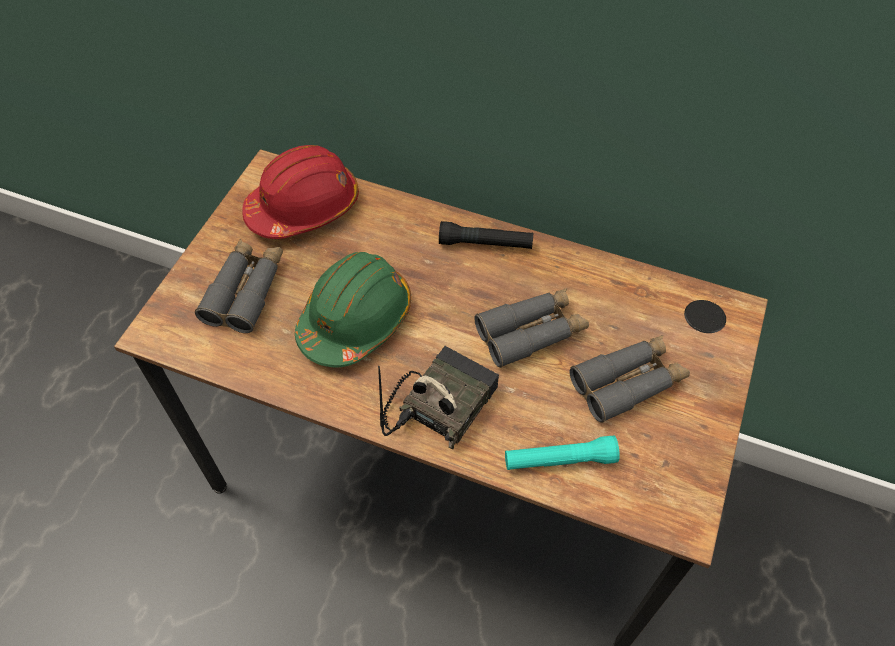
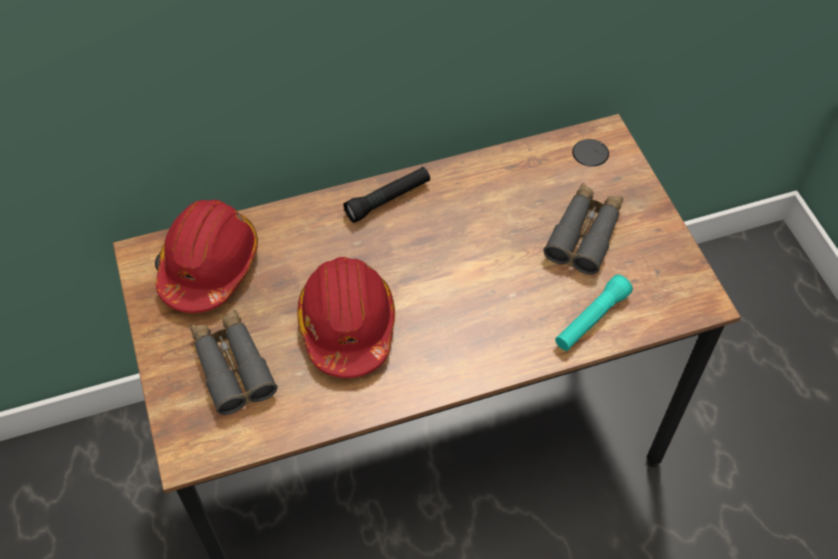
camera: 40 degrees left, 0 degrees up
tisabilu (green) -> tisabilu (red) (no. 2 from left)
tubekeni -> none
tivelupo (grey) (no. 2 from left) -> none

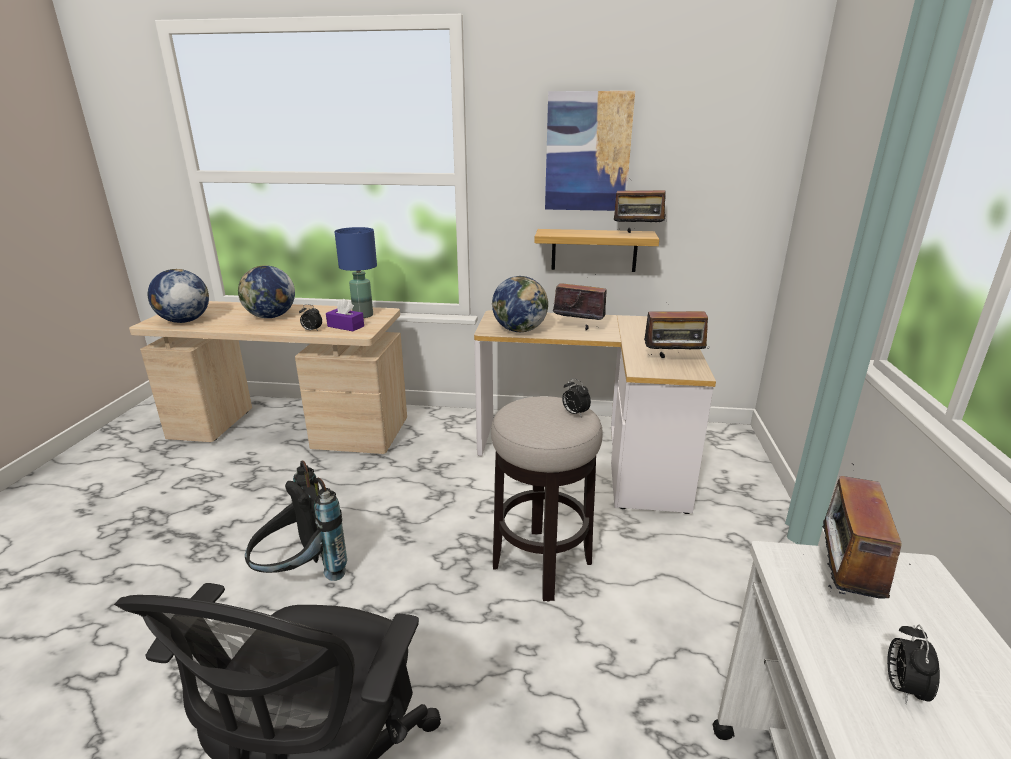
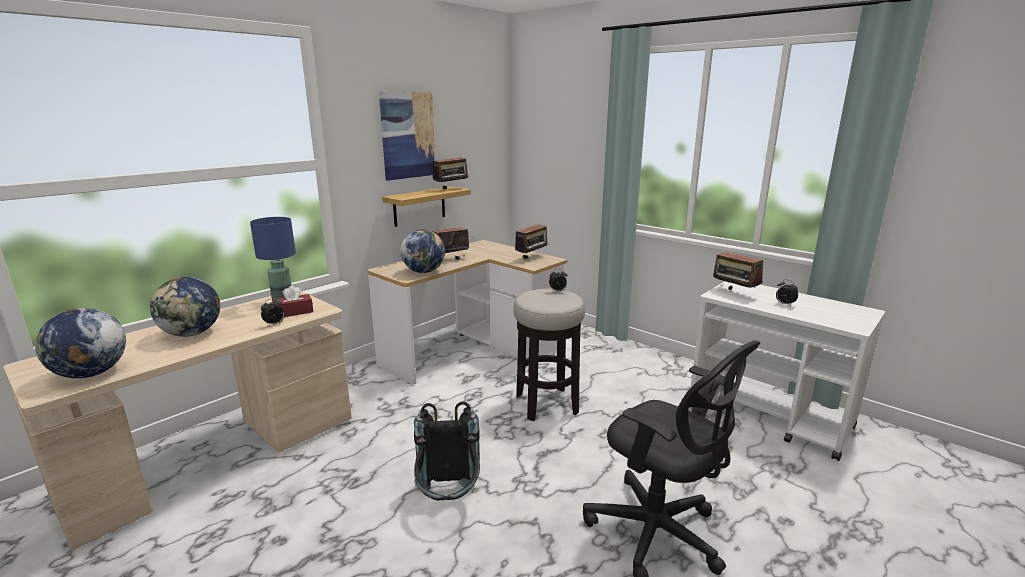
camera: 55 degrees left, 5 degrees down
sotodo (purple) -> sotodo (red)

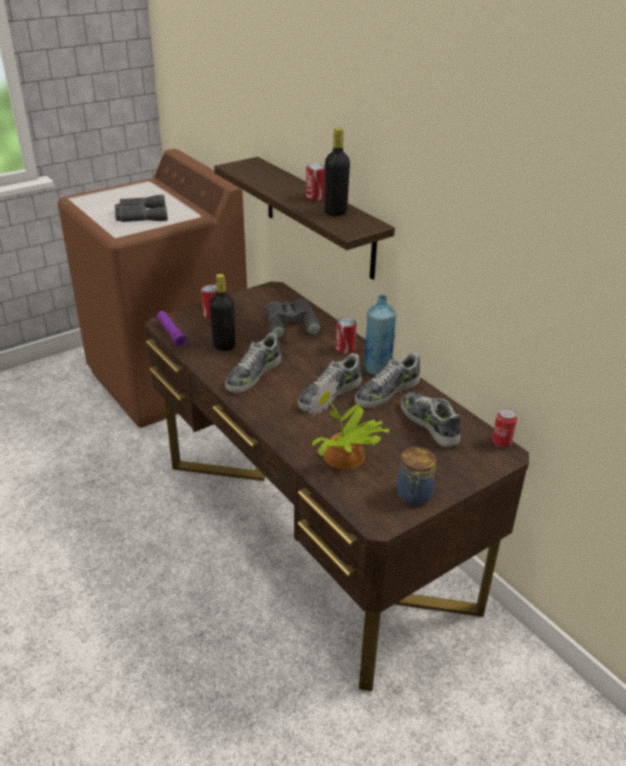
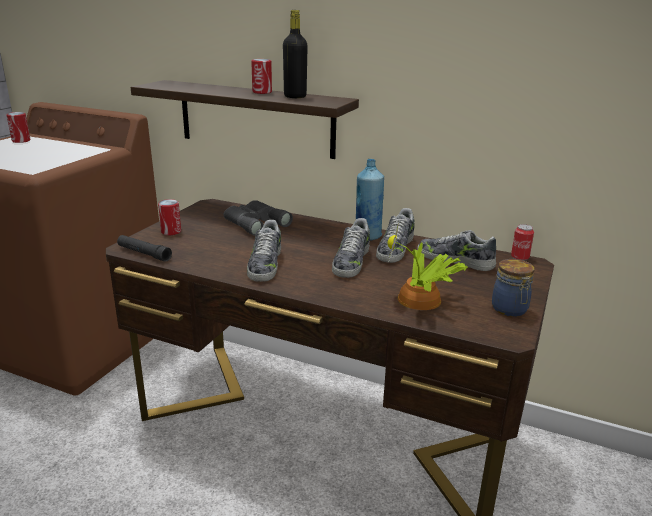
camera: 30 degrees left, 10 degrees down
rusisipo (no. 3 from left in the first image) -> rusisipo (no. 1 from left), shifted
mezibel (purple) -> mezibel (black)
tivelupo (grey) (no. 1 from left) -> none
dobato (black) (no. 1 from left) -> none

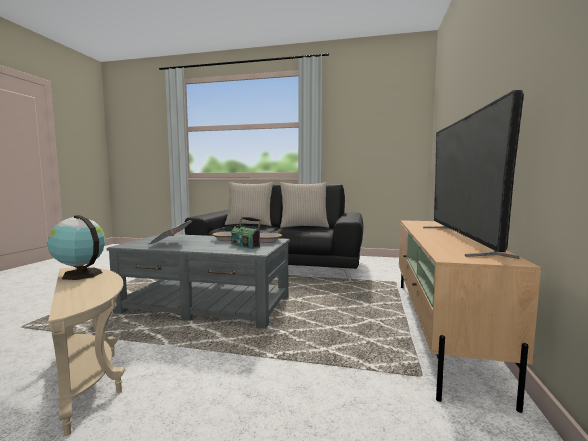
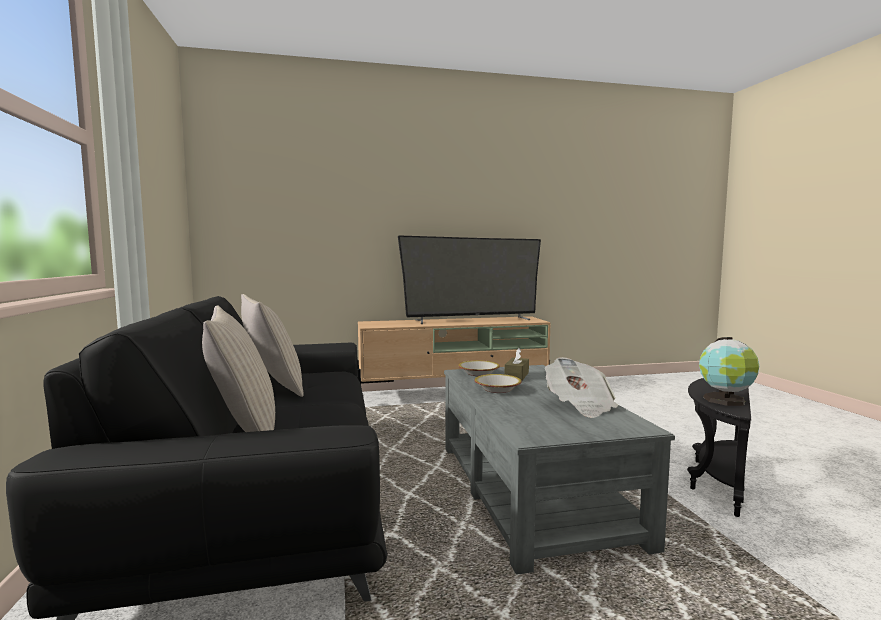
camera: 115 degrees left, 0 degrees up
tubekeni -> sotodo (brown)
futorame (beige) -> futorame (black)

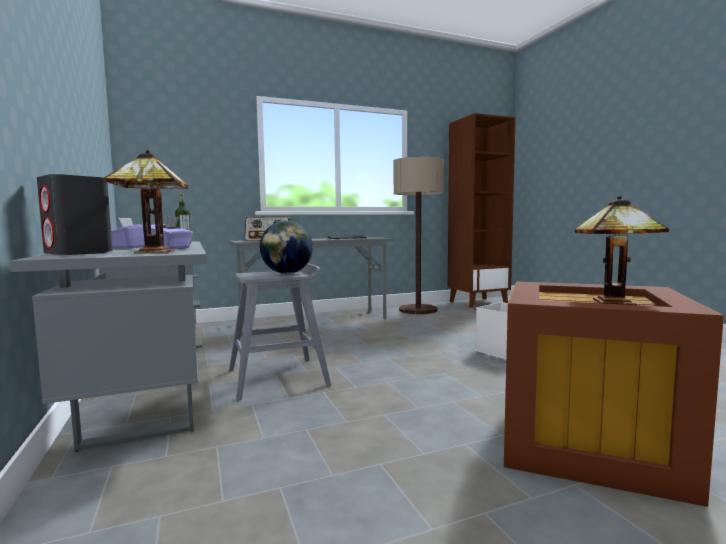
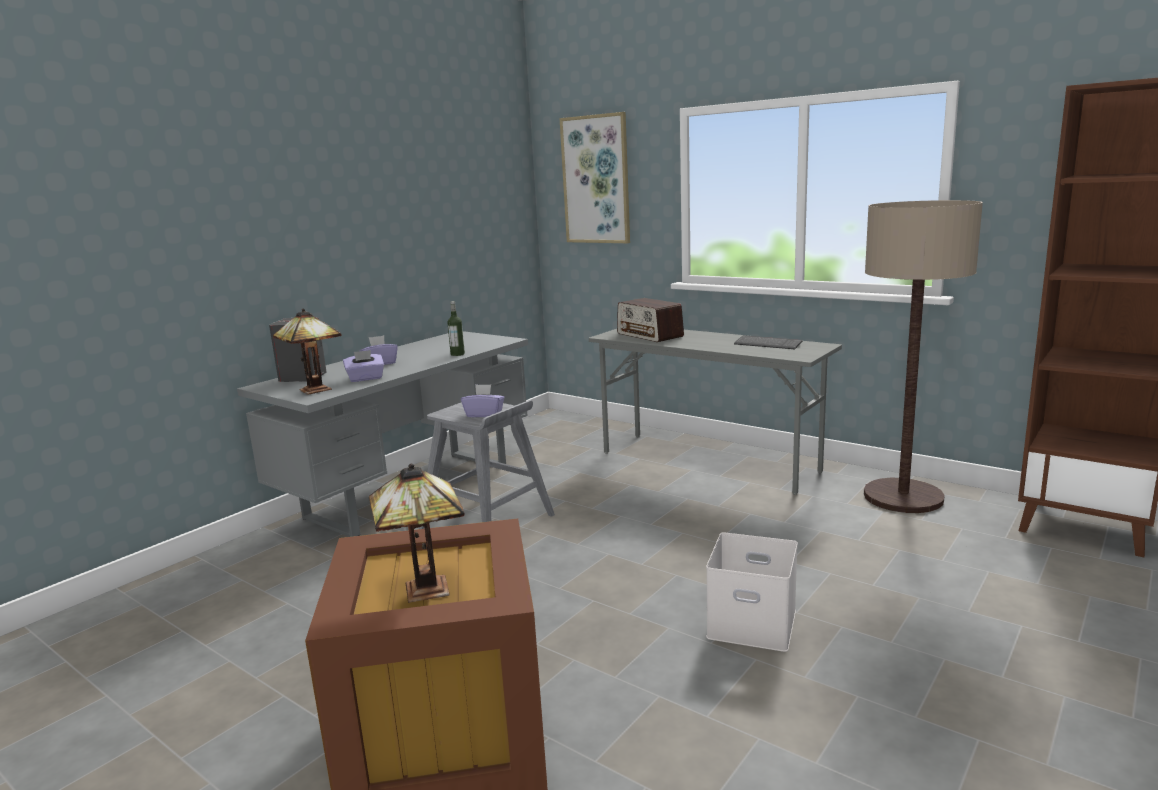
camera: 60 degrees right, 10 degrees up
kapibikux -> sotodo (purple) (no. 3 from left)
none -> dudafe

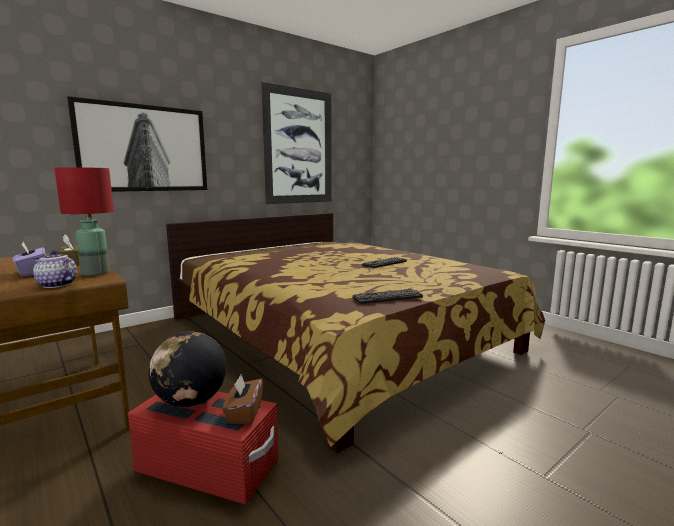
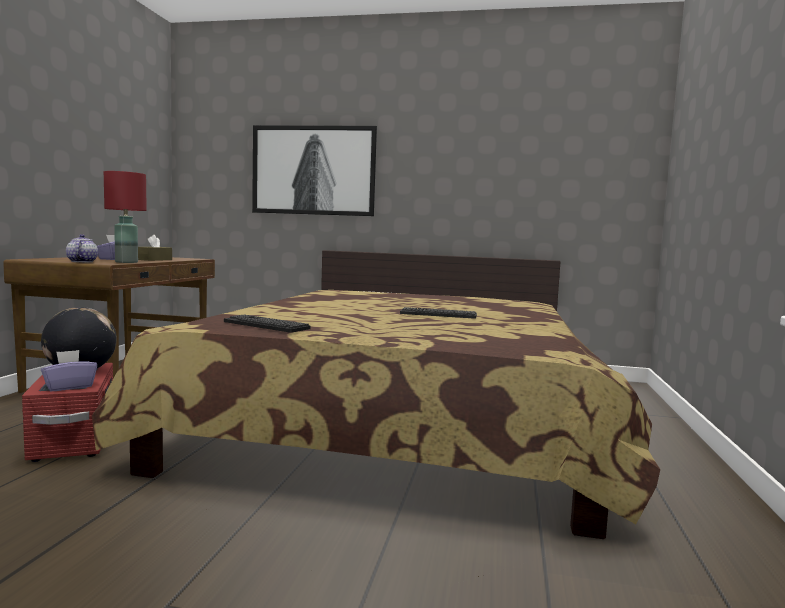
camera: 50 degrees right, 5 degrees down
sotodo (brown) (no. 2 from left) -> sotodo (purple) (no. 1 from left)
dudafe (no. 2 from left) -> none

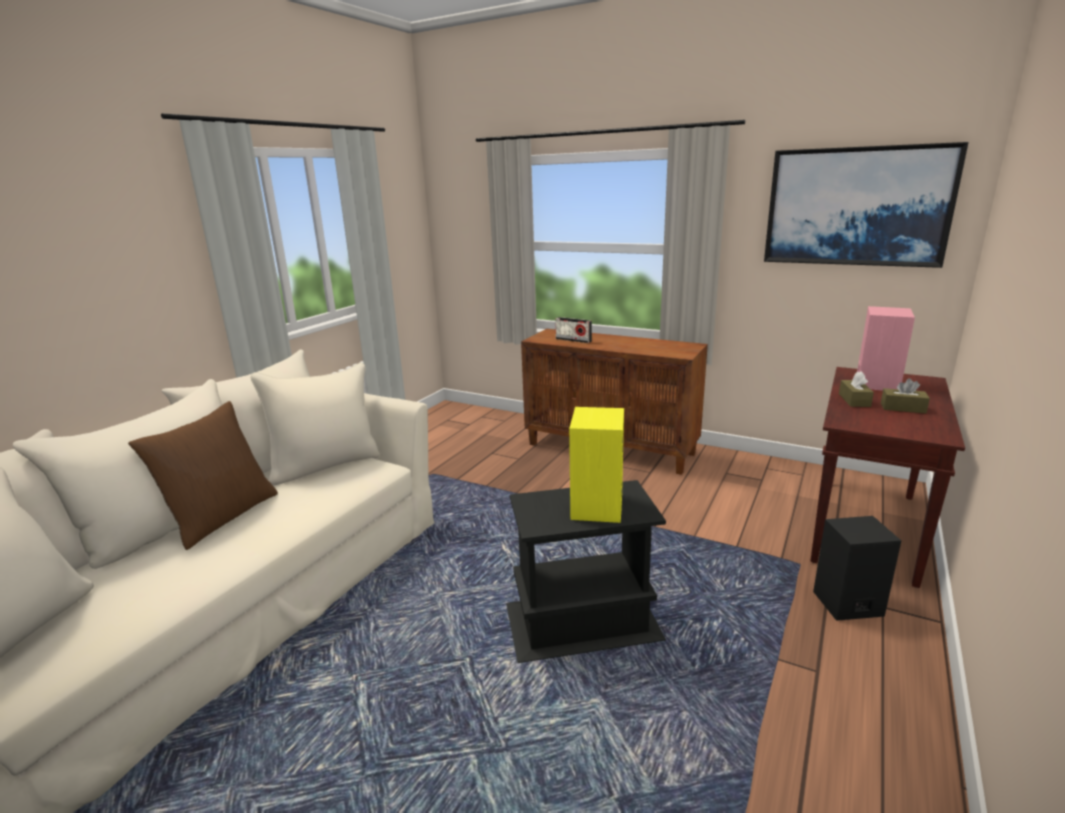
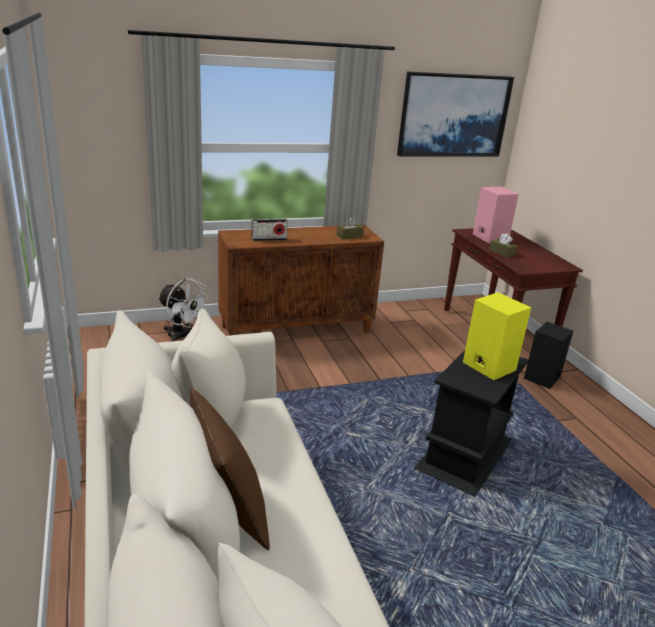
camera: 50 degrees left, 5 degrees up
none -> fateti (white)
sotodo (brown) (no. 2 from left in the first image) -> sotodo (brown) (no. 1 from left), shifted

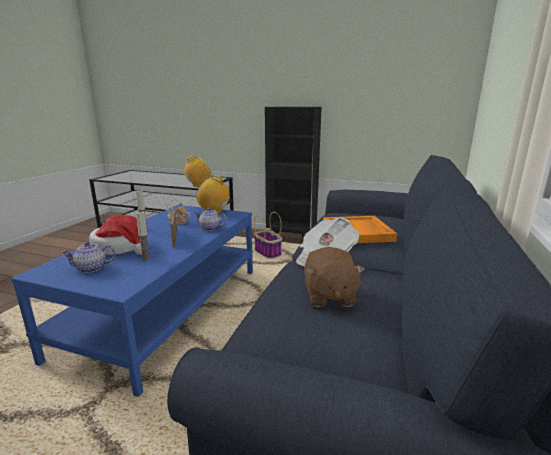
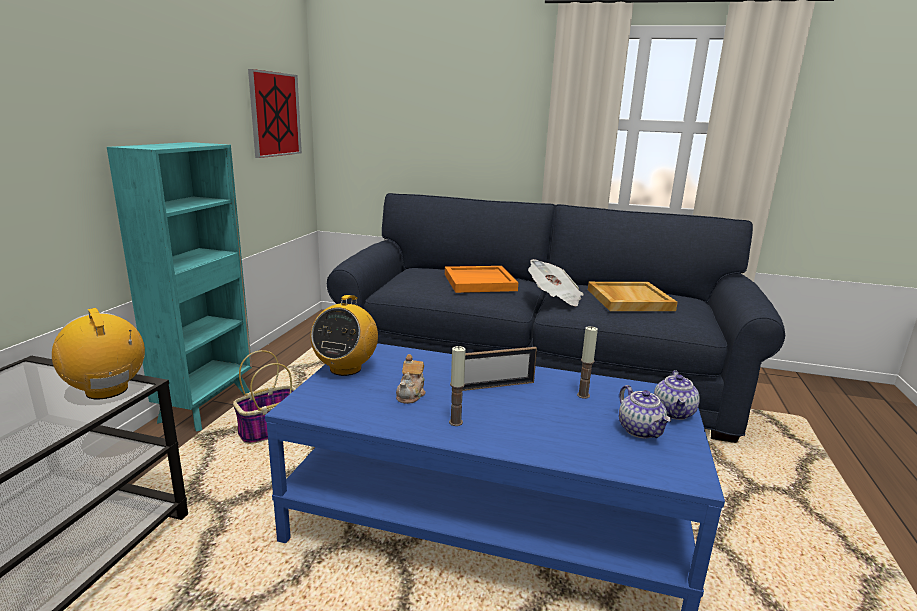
camera: 95 degrees left, 0 degrees up
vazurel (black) -> vazurel (turquoise)
none -> dudafe
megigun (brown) -> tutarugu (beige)
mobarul (no. 3 from left), shifted
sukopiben -> none

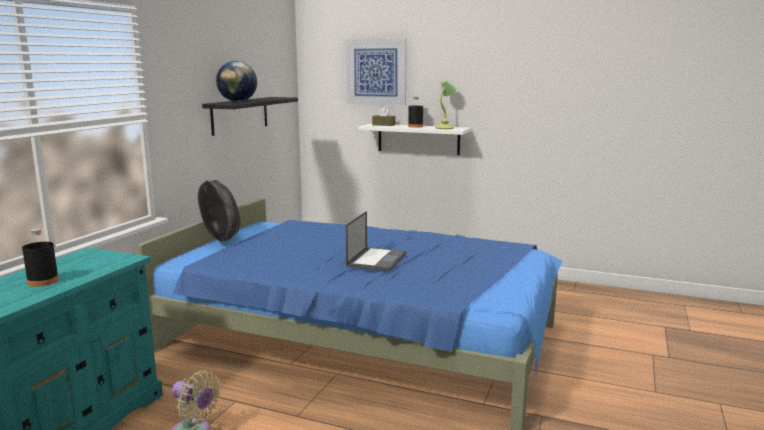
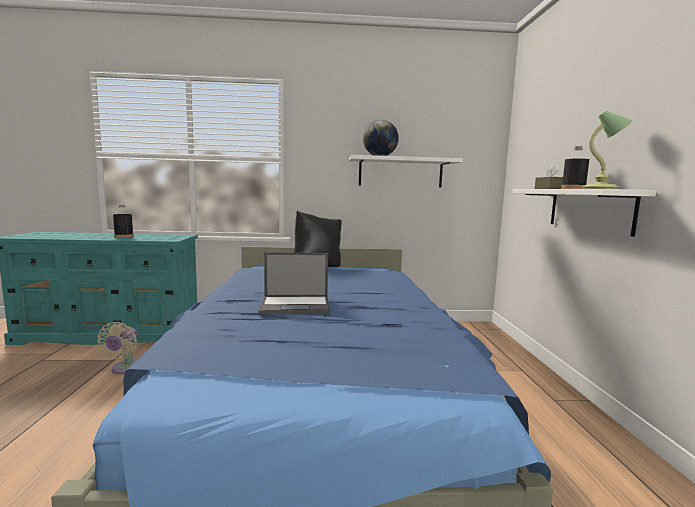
camera: 65 degrees right, 5 degrees down
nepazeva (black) -> nepazeva (white) (no. 1 from left)
dudafe -> none

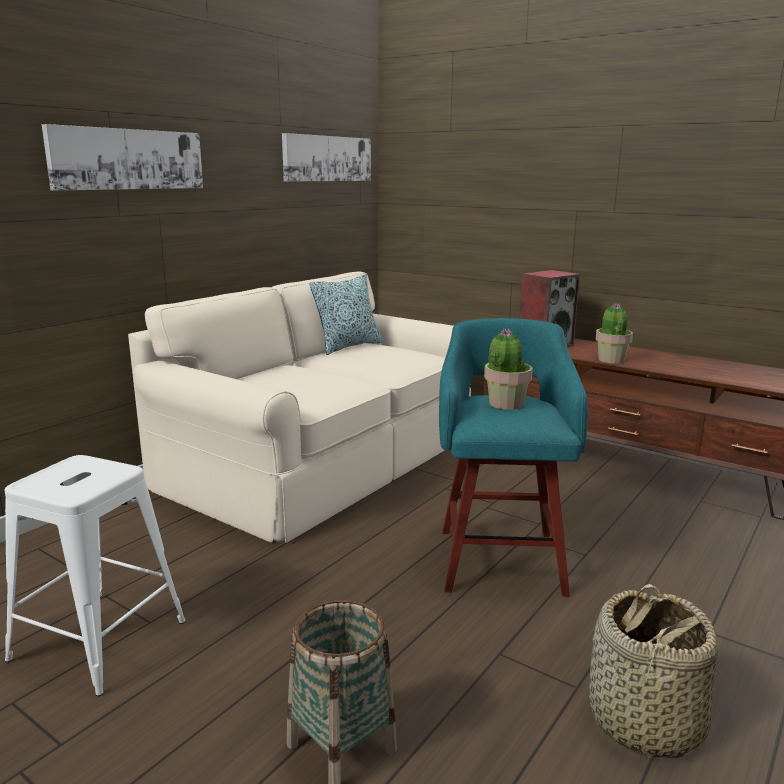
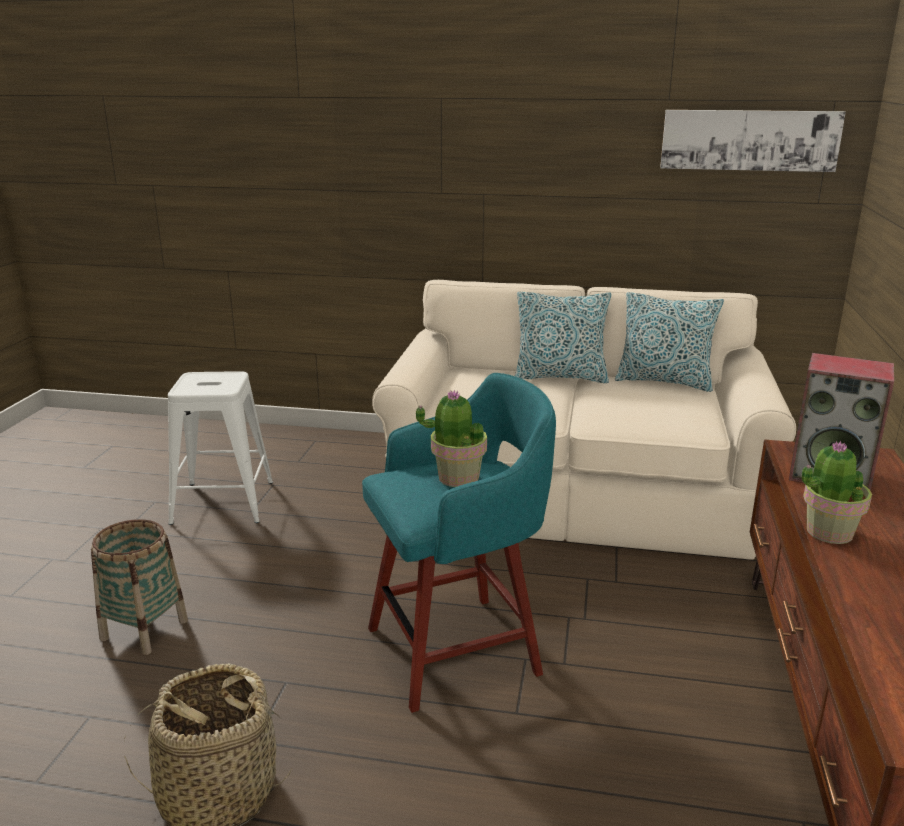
camera: 65 degrees right, 5 degrees up
none -> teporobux (no. 1 from left)
dudafe (no. 1 from left) -> none

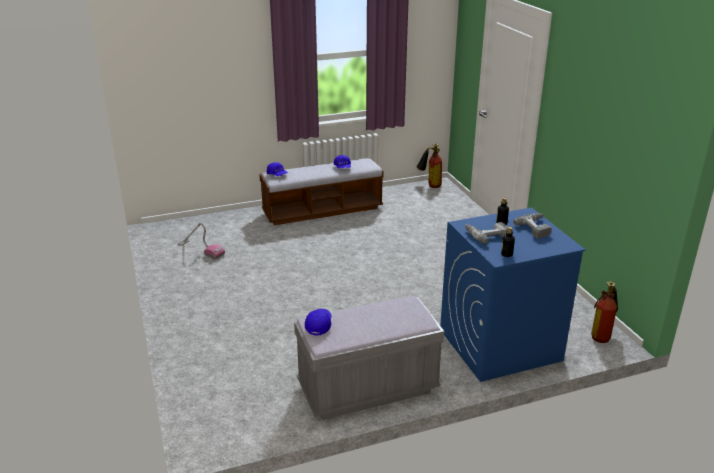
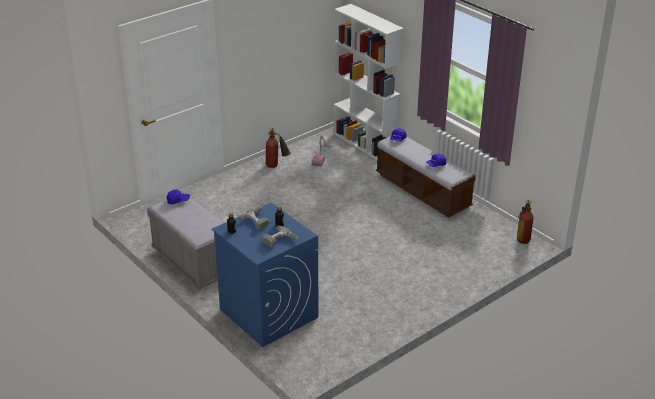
camera: 70 degrees right, 5 degrees up
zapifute (no. 2 from left in the first image) -> zapifute (no. 1 from left), shifted
none -> vazurel (white)

